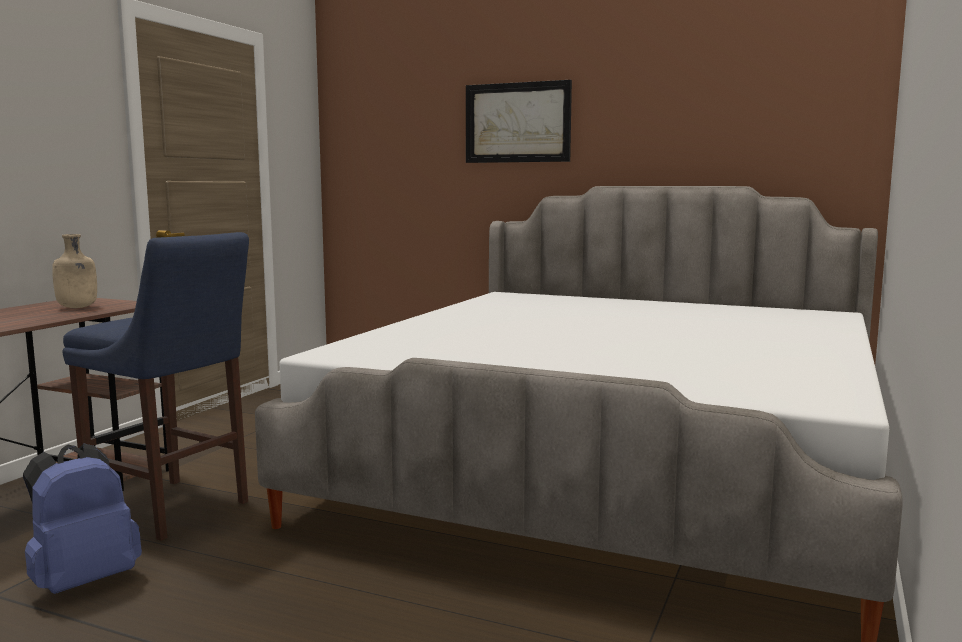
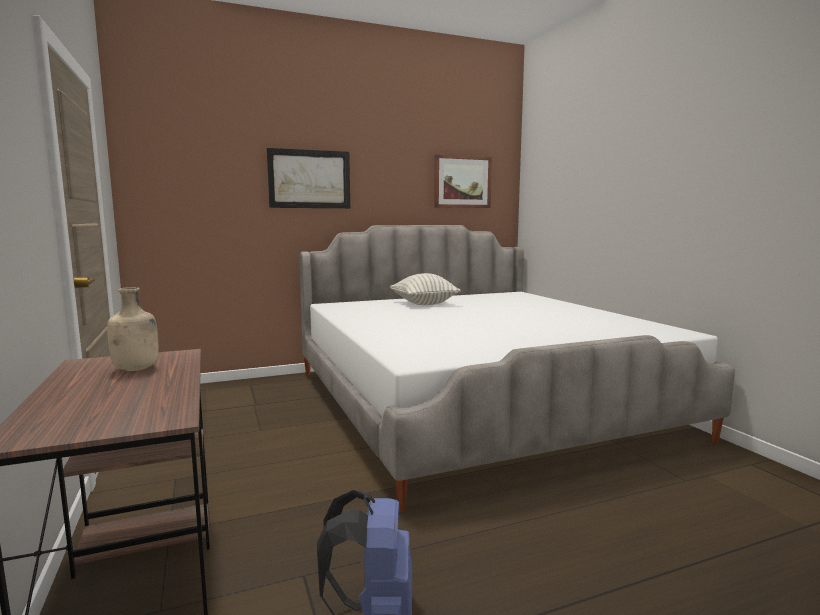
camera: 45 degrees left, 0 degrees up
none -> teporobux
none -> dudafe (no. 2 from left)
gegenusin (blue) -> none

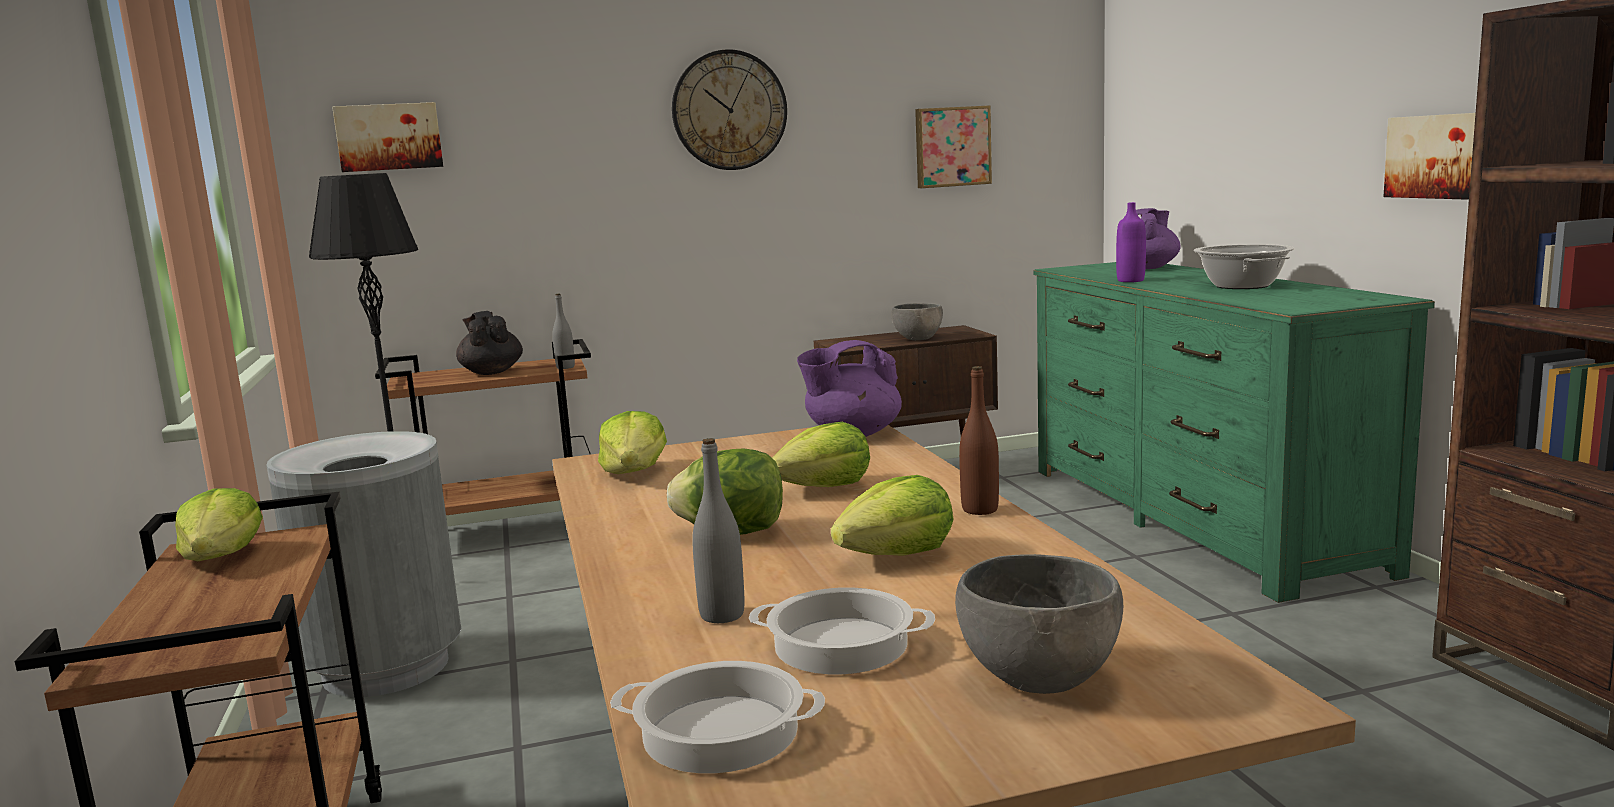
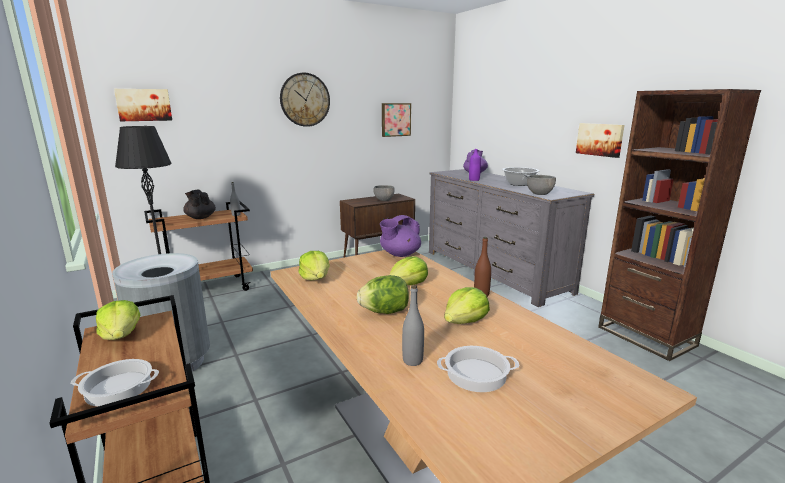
camera: 15 degrees left, 5 degrees up
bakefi (no. 1 from left), shifted
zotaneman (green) -> zotaneman (grey)
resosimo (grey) (no. 2 from left), shifted

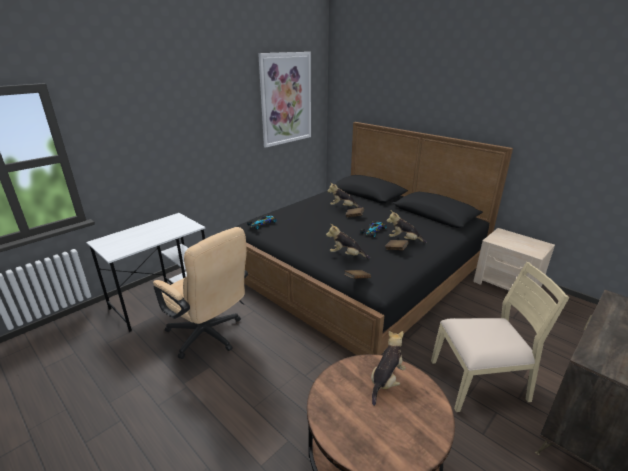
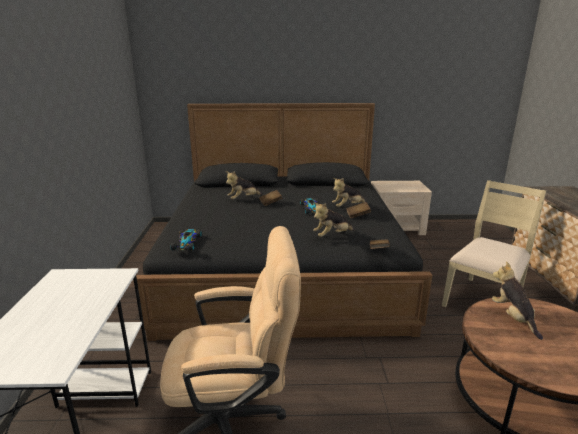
camera: 45 degrees left, 5 degrees down
dudafe -> none

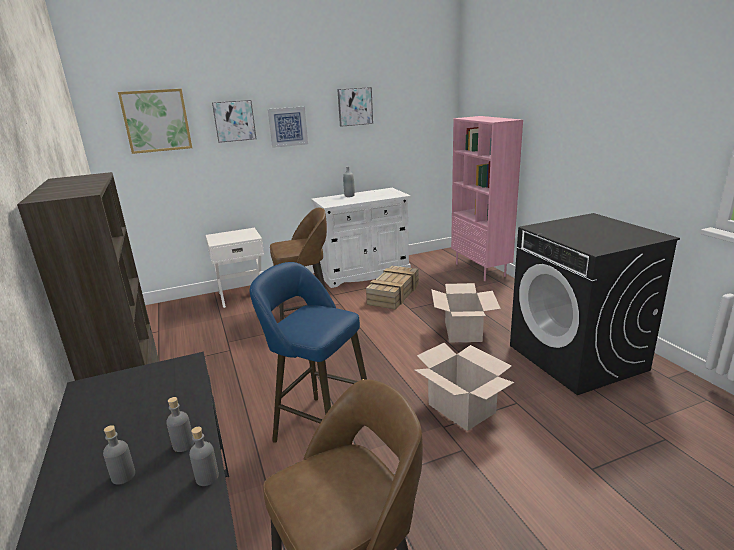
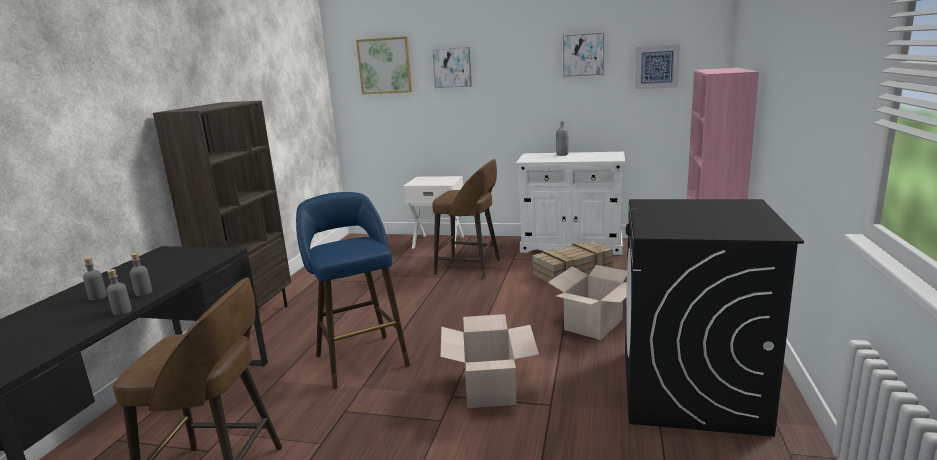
camera: 35 degrees right, 5 degrees down
dudafe (no. 3 from left in the first image) -> dudafe (no. 4 from left), shifted

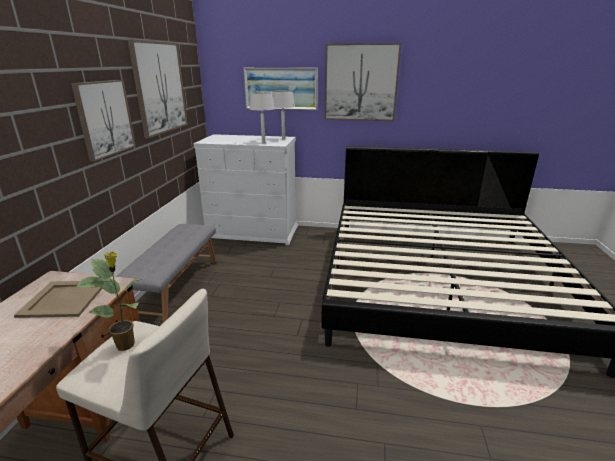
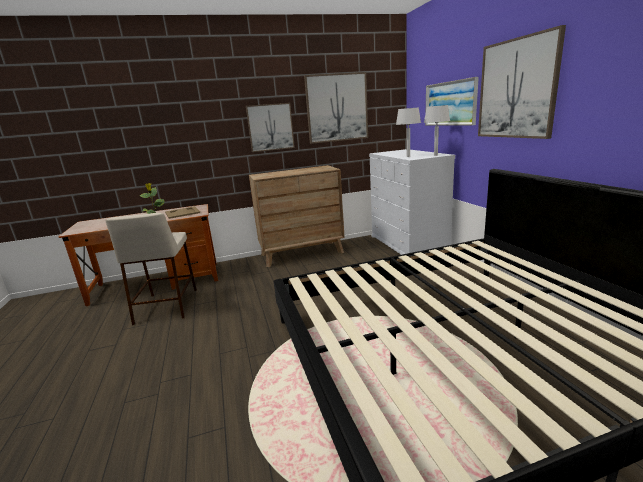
camera: 65 degrees right, 5 degrees down
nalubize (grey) -> zotaneman (brown)

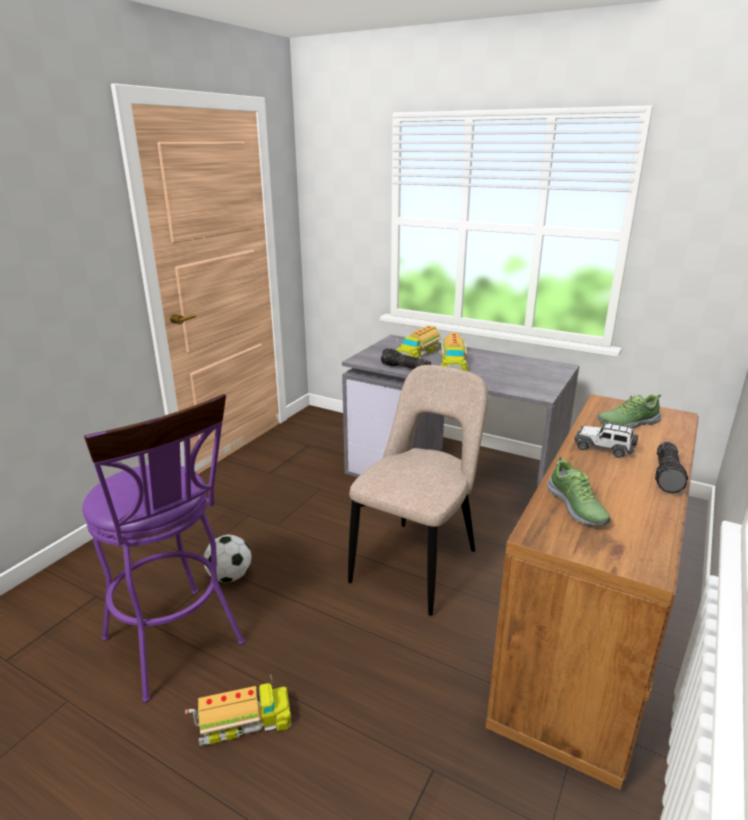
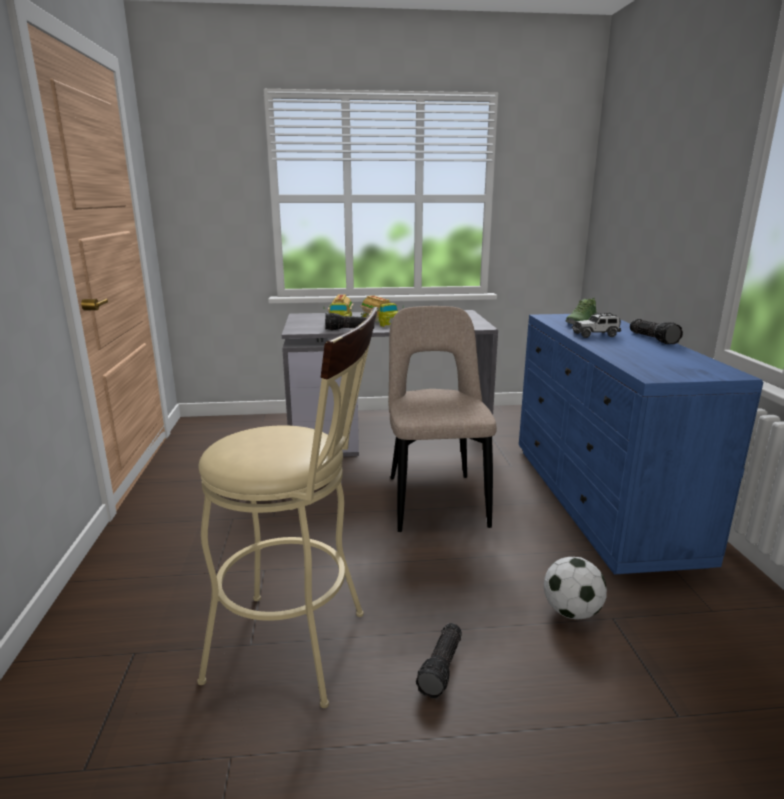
camera: 35 degrees left, 5 degrees down
gegenusin (purple) -> gegenusin (beige)
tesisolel (no. 1 from left) -> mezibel (no. 2 from left)
zotaneman (brown) -> zotaneman (blue)
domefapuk, shifted
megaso (no. 1 from left) -> none

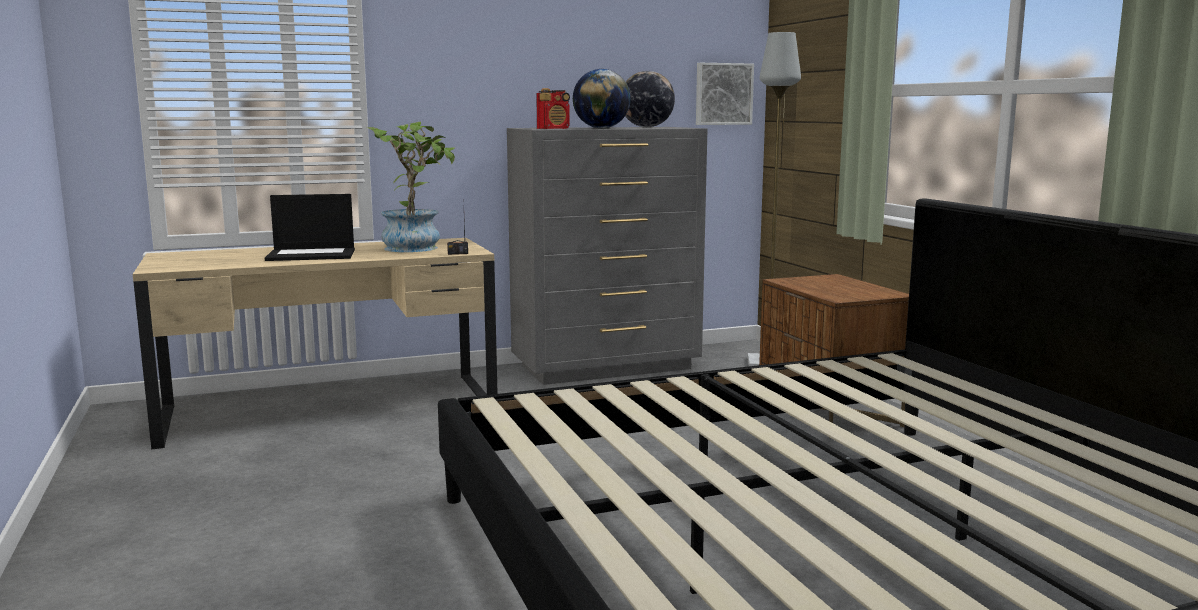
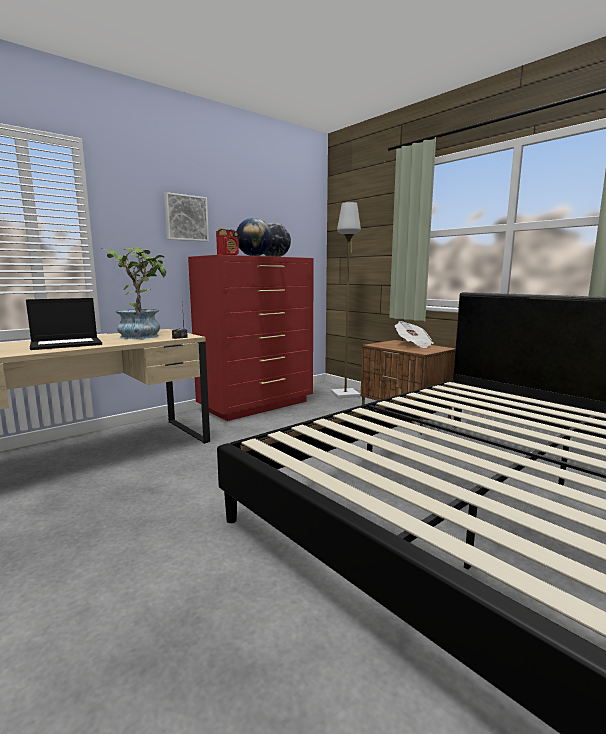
camera: 20 degrees left, 0 degrees up
dudafe, shifted
zotaneman (grey) -> zotaneman (red)
none -> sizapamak

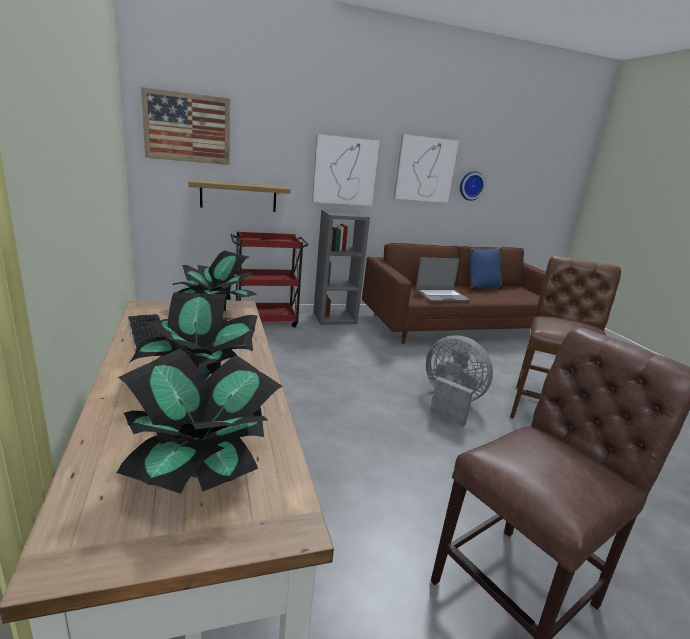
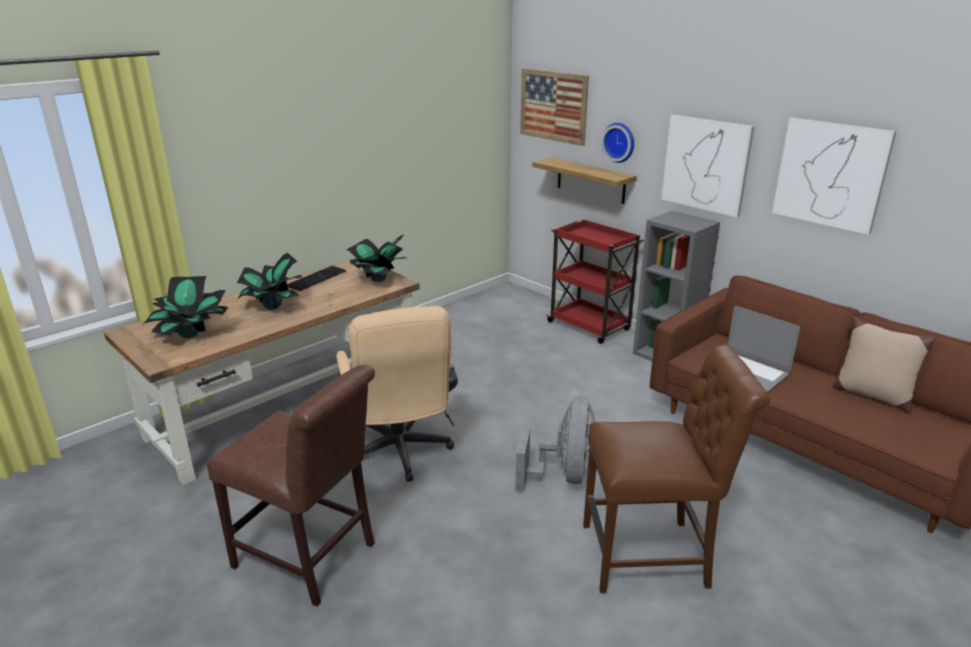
camera: 65 degrees right, 5 degrees up
none -> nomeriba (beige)
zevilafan, shifted
teporobux (blue) -> teporobux (beige)

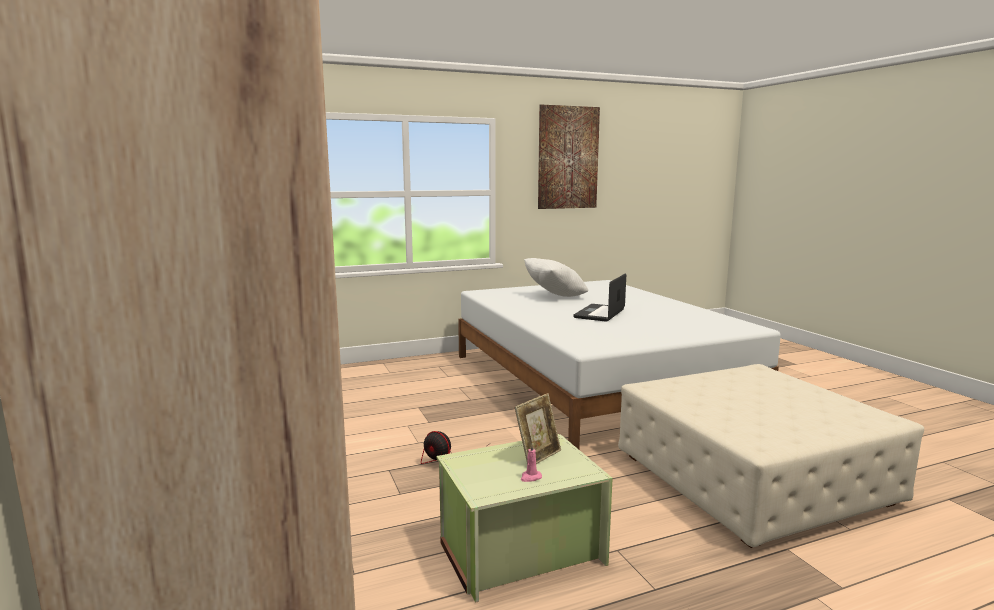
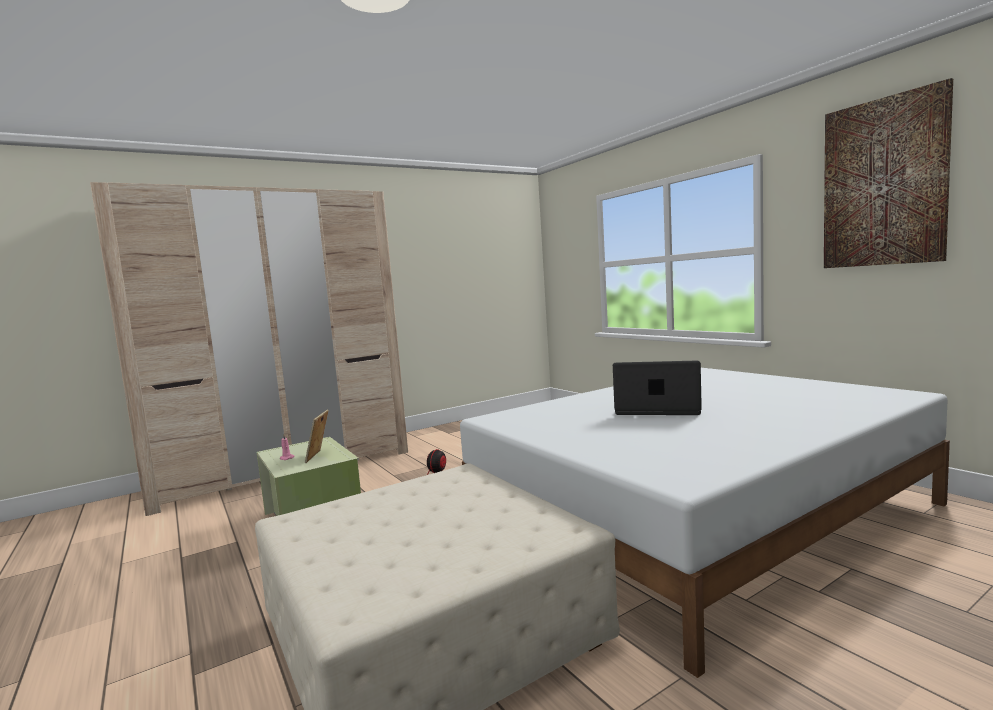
camera: 80 degrees right, 5 degrees down
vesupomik, 60 degrees clockwise
teporobux (white) -> none

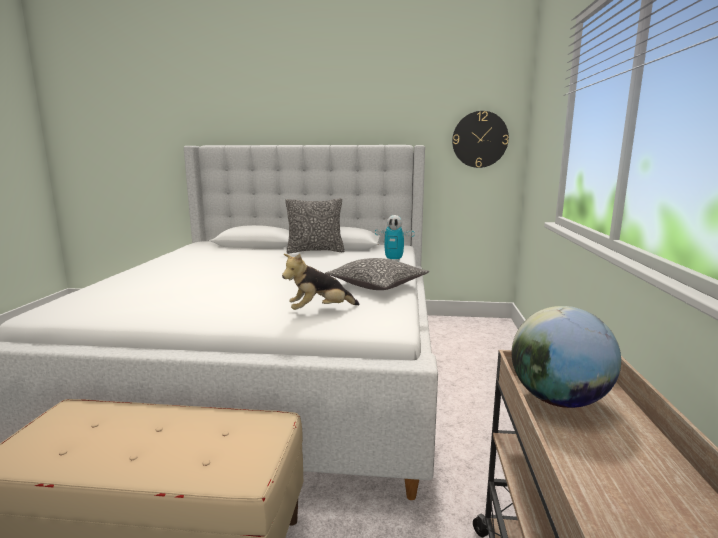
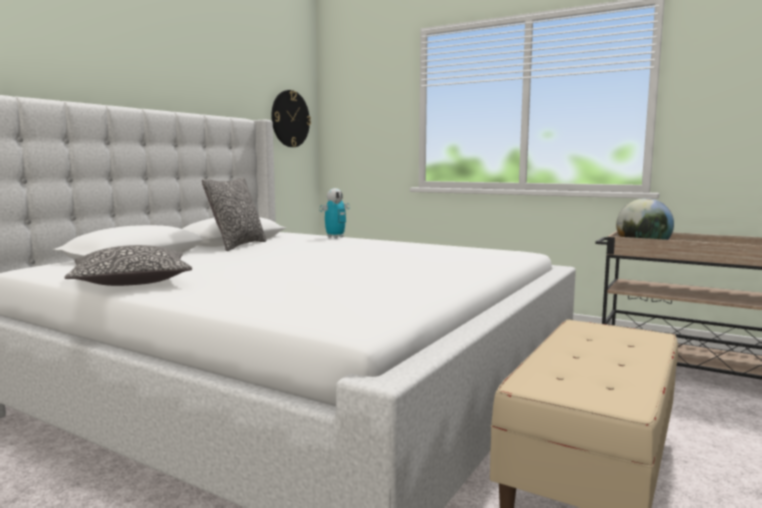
camera: 65 degrees left, 5 degrees down
teporobux (no. 2 from left in the first image) -> teporobux (no. 1 from left), shifted
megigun -> none

